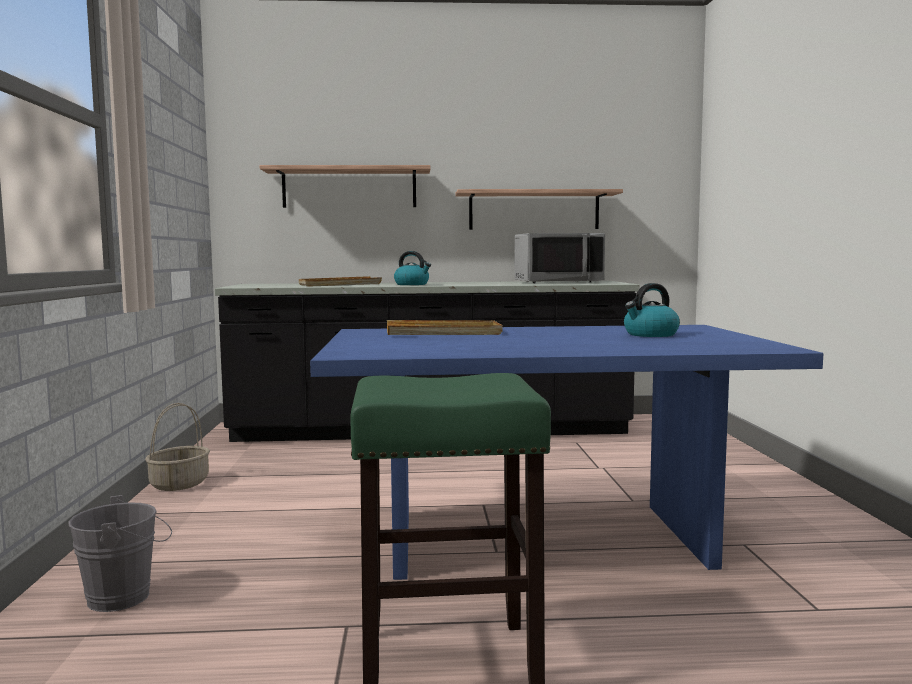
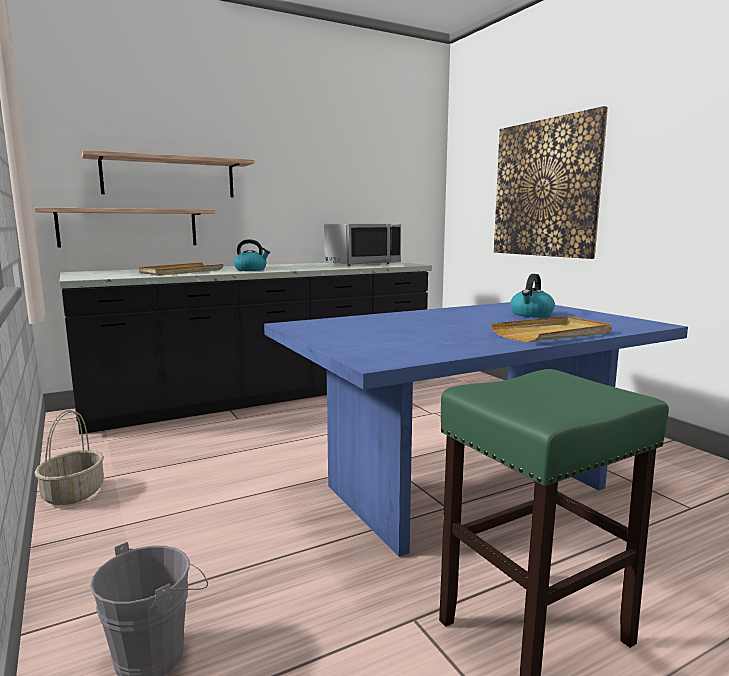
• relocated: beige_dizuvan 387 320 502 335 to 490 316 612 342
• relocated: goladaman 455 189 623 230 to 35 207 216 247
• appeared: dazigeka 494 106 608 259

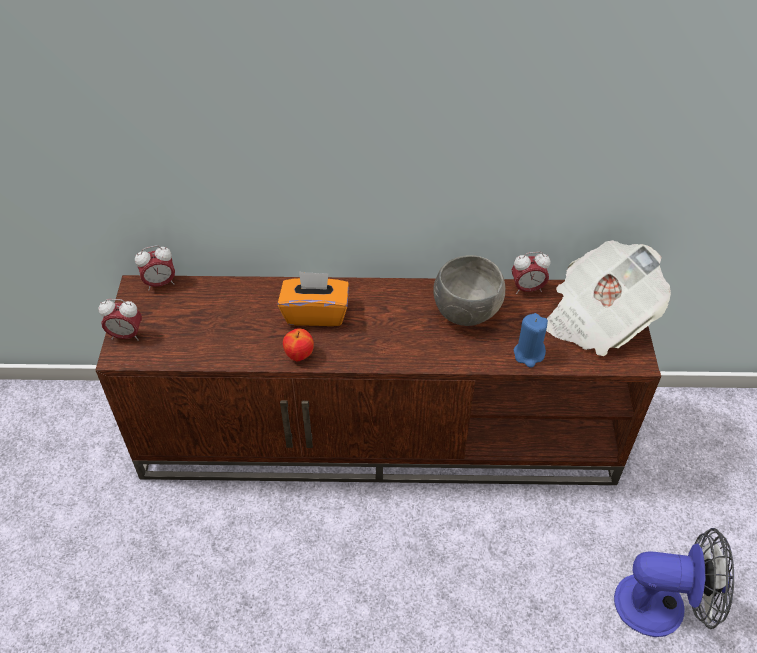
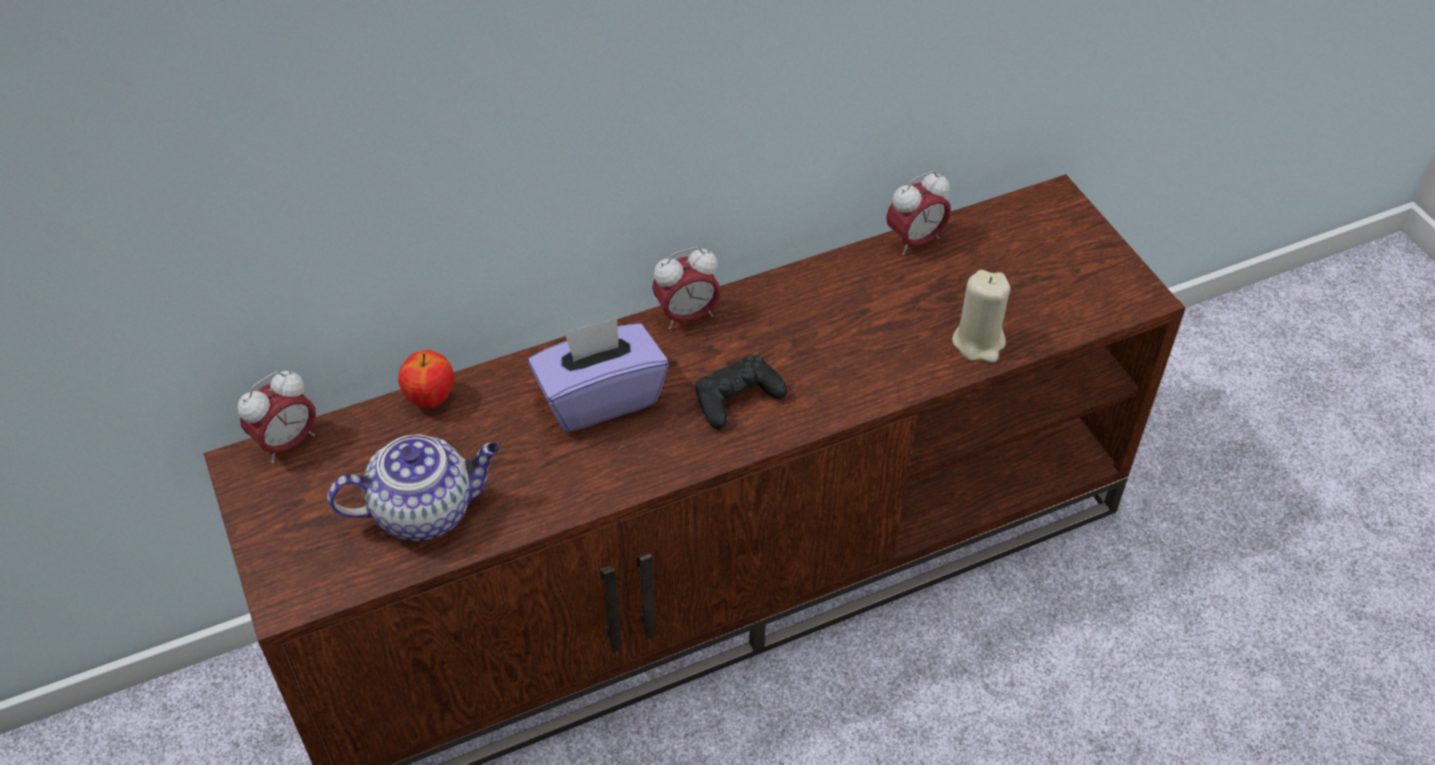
• relocated: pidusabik 98 299 142 341 to 652 247 721 329
• colour: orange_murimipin 278 271 349 326 to purple_murimipin 528 318 669 432
• relocated: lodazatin 283 328 314 361 to 398 350 454 409
• missing: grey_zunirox 433 255 505 326
• colour: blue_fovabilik 514 313 548 368 to beige_fovabilik 952 270 1011 363
• missing: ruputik 546 240 671 356
• missing: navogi 614 528 734 637
• appeared: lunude 327 435 500 541
• appeared: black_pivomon 695 355 787 429

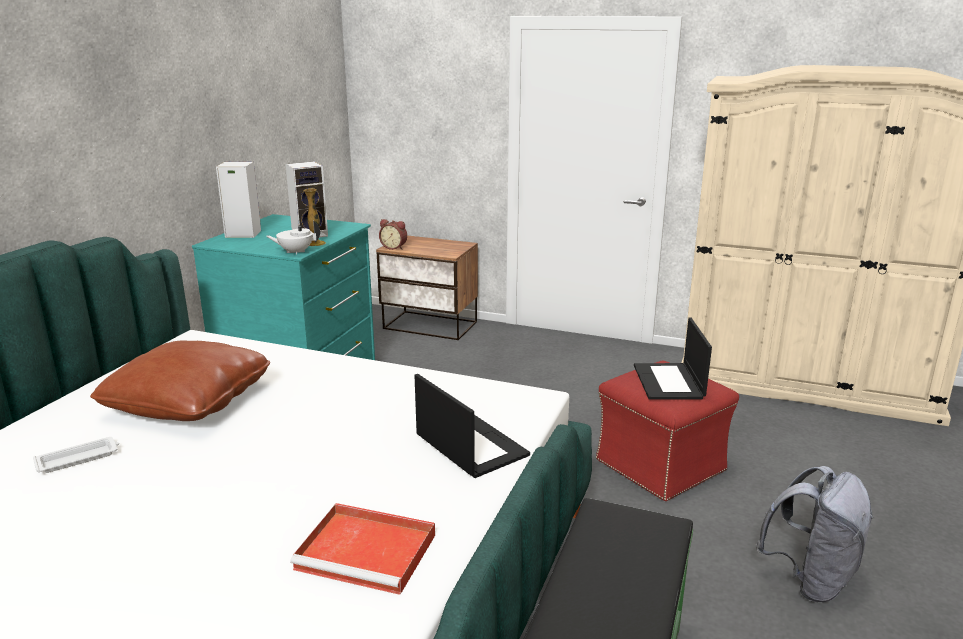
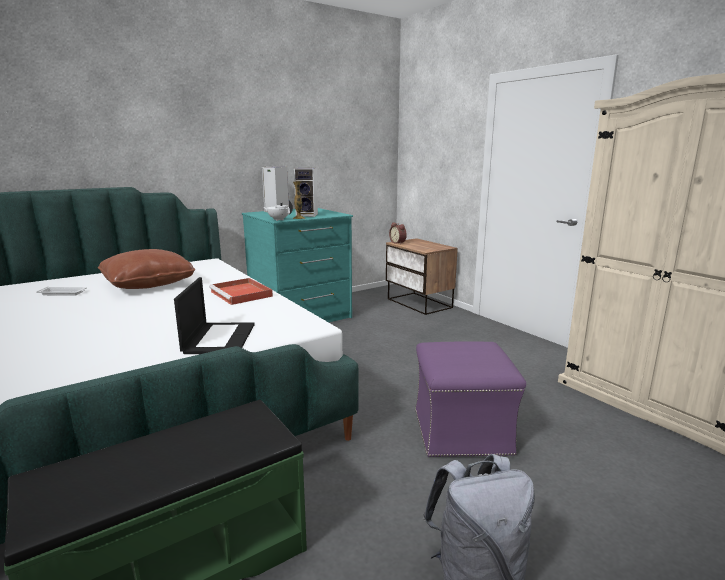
• relocated: red_dizuvan 291 503 435 595 to 209 278 273 305
• colour: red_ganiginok 596 361 739 501 to purple_ganiginok 415 341 526 457
• missing: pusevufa 634 317 712 400

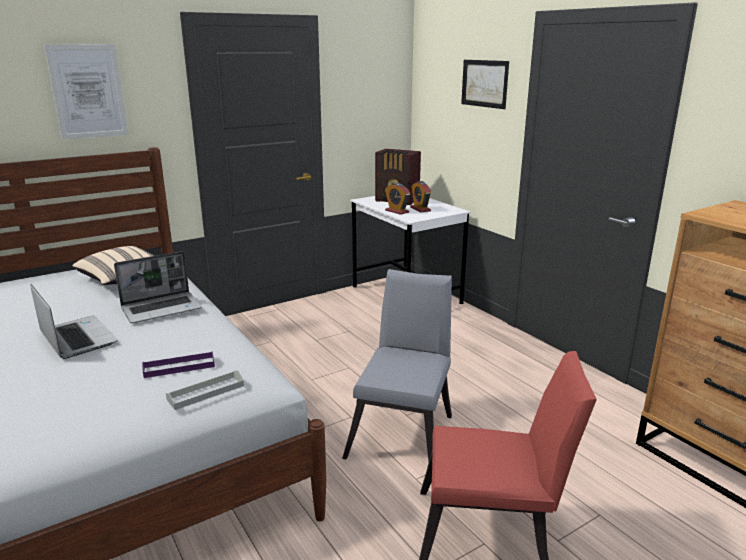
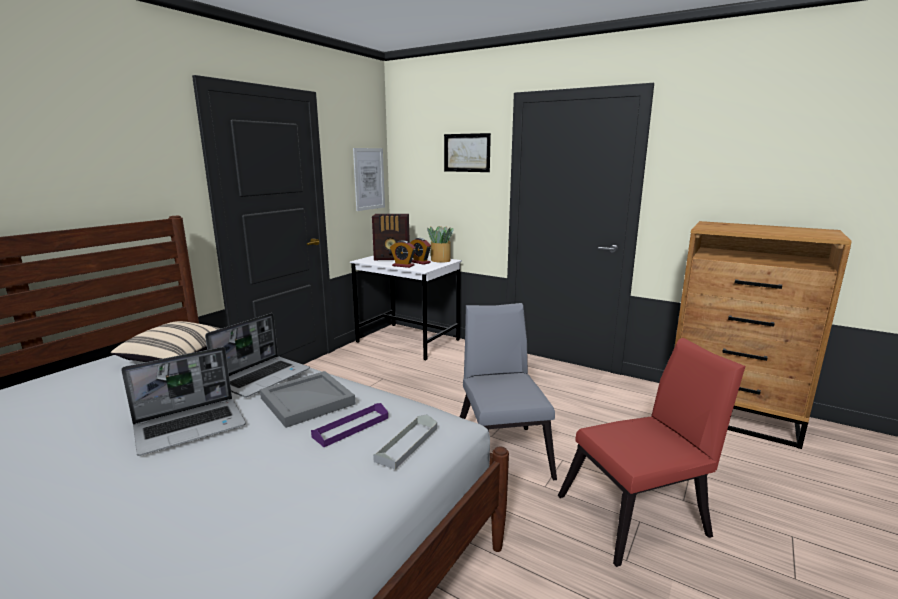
• spun: pusevufa 30 284 118 359 = 121 347 246 456 120 degrees clockwise
• relocated: dazigeka 44 44 128 140 to 353 148 385 211
• appeared: grey_dizuvan 260 371 356 428
• appeared: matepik 427 226 453 263

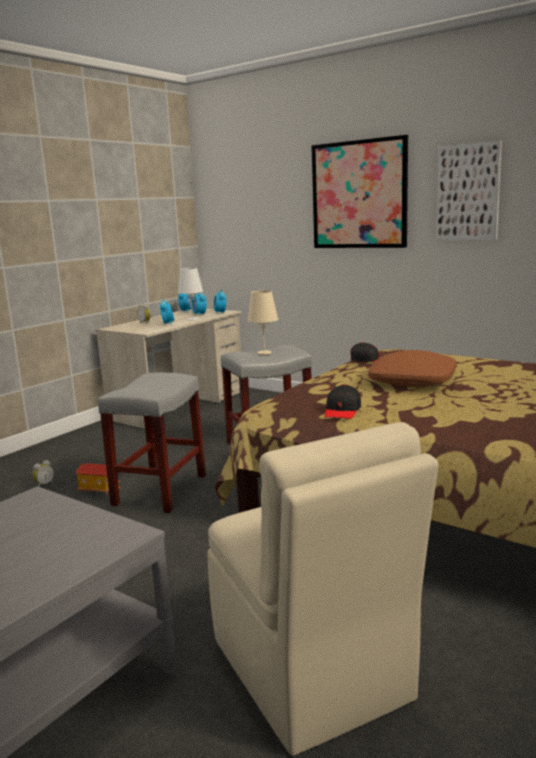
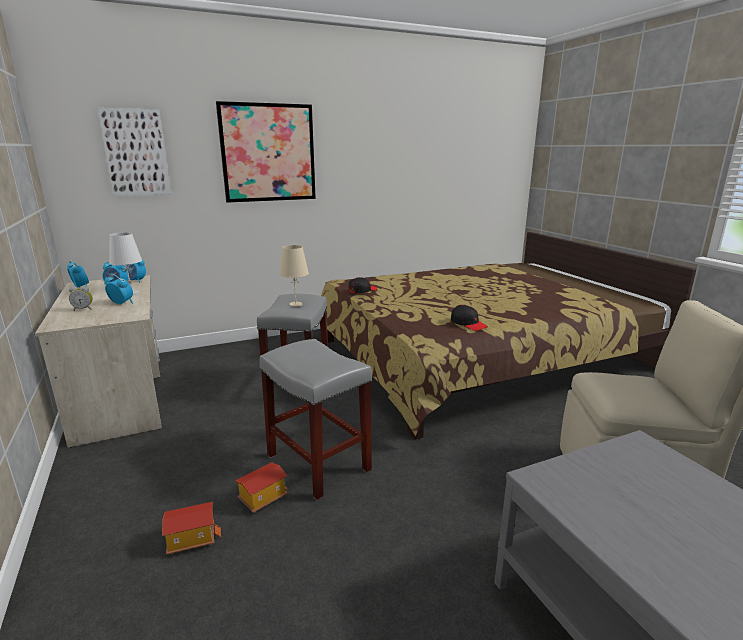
• exchanged: pidusabik 33 460 54 487 to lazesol 162 502 221 555
• missing: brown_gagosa 368 350 456 387
• relocated: dazigeka 436 141 502 240 to 97 108 171 196

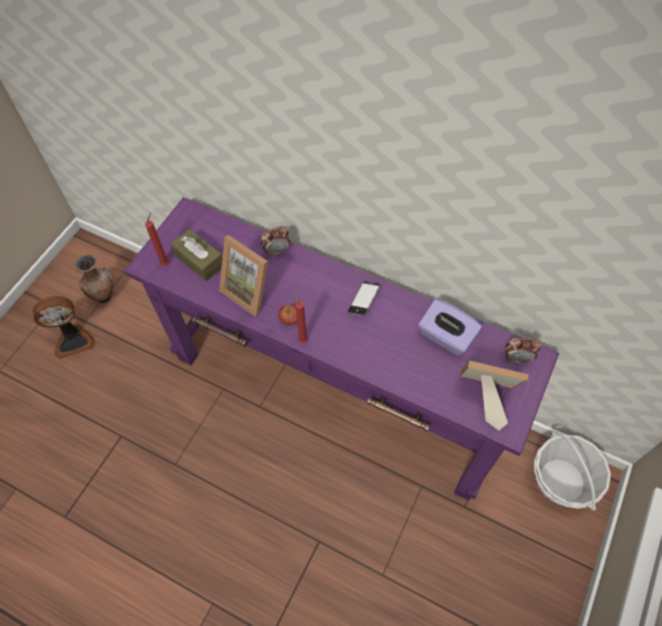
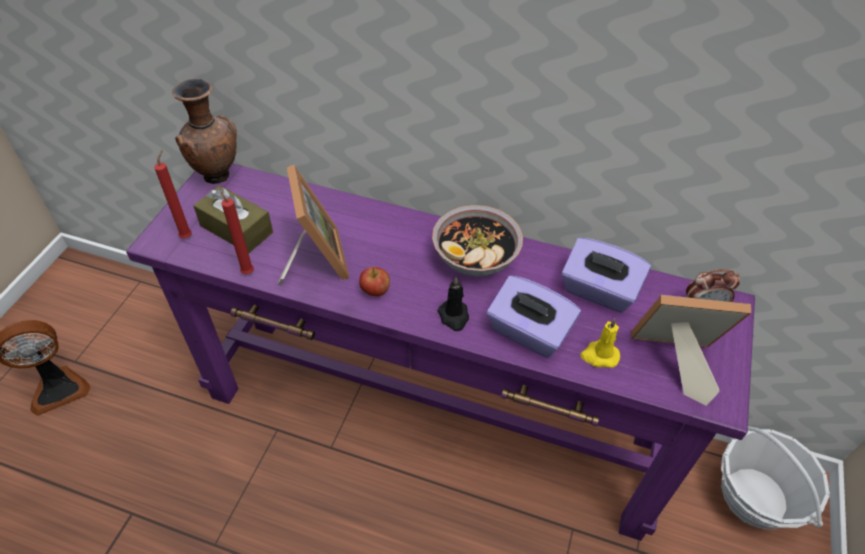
• relocated: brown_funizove 75 255 114 303 to 172 78 237 184
• spun: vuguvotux 219 235 268 317 = 277 165 349 285 135 degrees counterclockwise
• missing: pidusabik 261 226 290 257
• relocated: red_fovabilik 295 294 308 343 to 219 186 254 274
• exchanged: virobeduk 348 281 381 316 to zunirox 432 205 523 277
• appeared: black_fovabilik 437 277 469 331
• appeared: purple_murimipin 487 275 581 358
• appeared: yellow_fovabilik 580 318 620 368

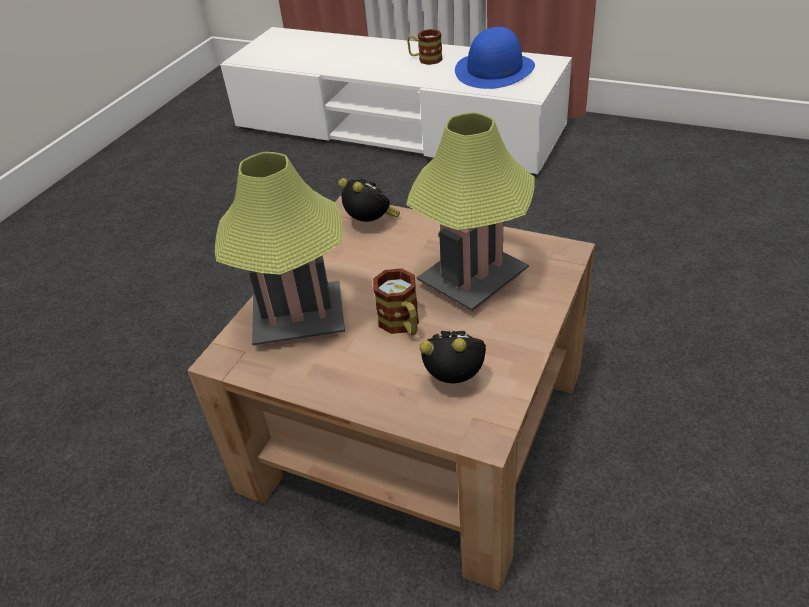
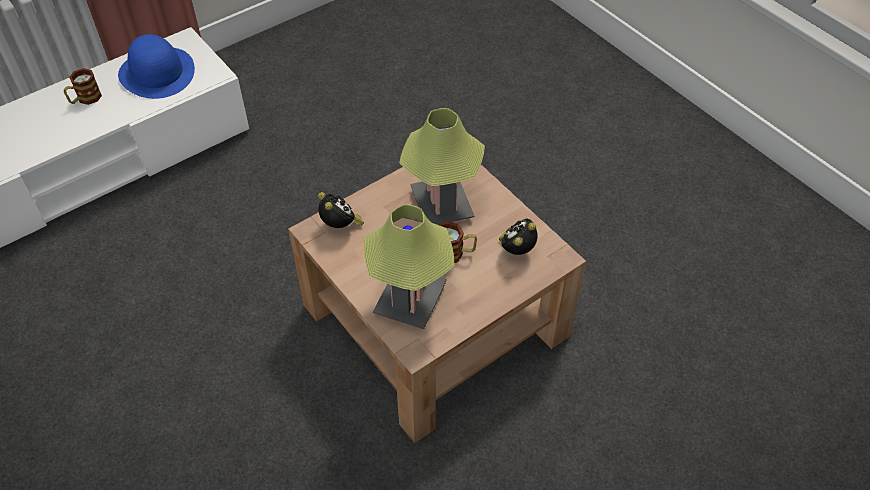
• spun: pidusabik 338 178 400 222 = 318 192 364 228 75 degrees clockwise

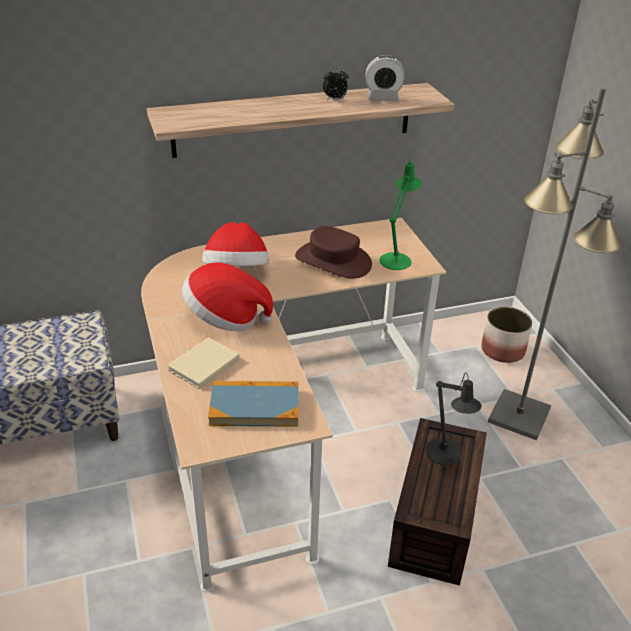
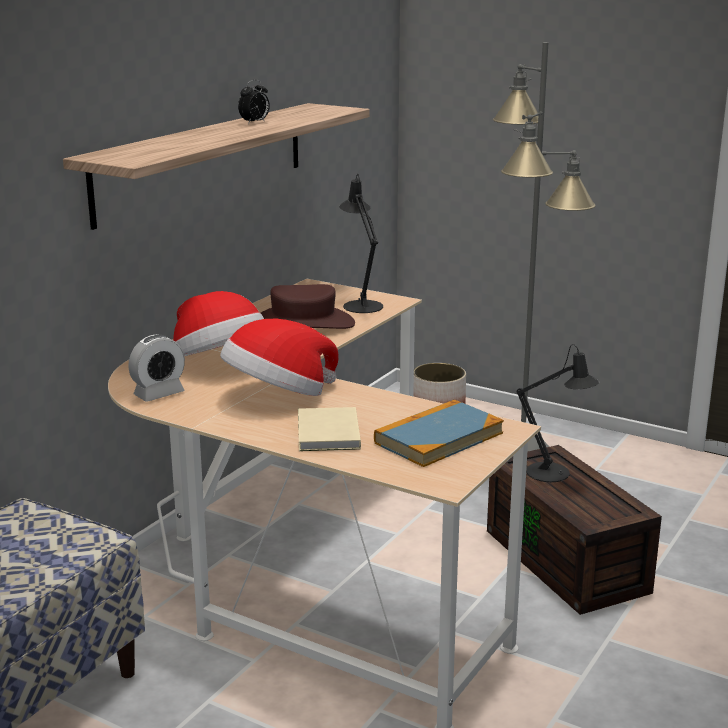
• relocated: pidusabik 365 55 405 101 to 128 334 185 402
• colour: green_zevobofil 379 160 422 270 to black_zevobofil 339 174 383 313

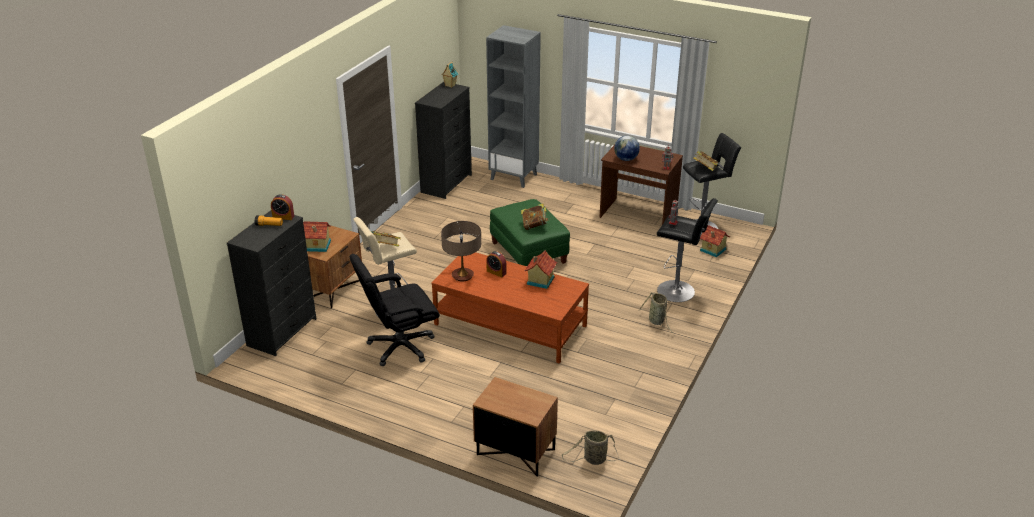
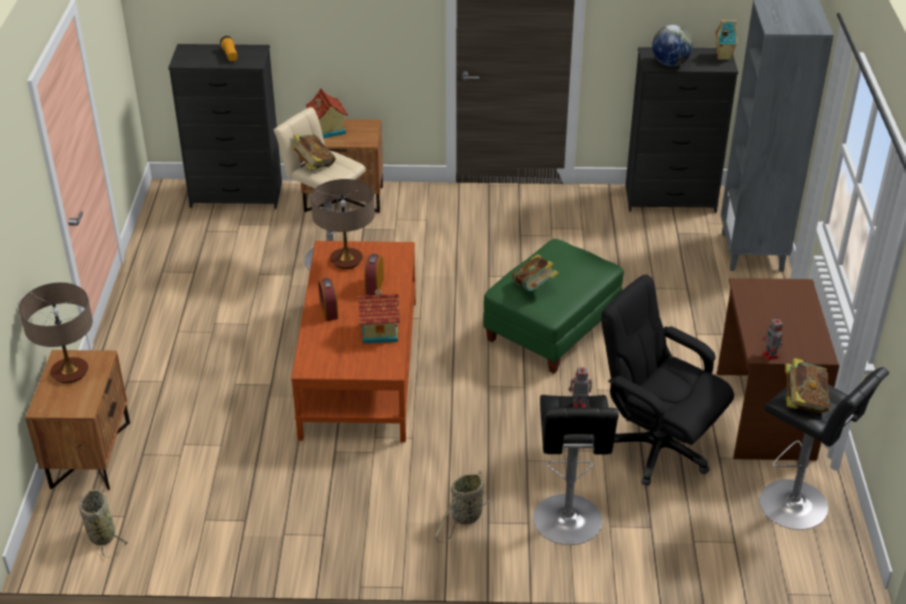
• relocated: pidusabik 271 194 294 220 to 318 278 338 321
• relocated: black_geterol 350 254 440 366 to 601 274 734 486
• relocated: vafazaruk 614 135 640 161 to 652 25 693 66
• missing: lazesol 700 225 730 257
• appeared: zevobofil 19 282 93 383

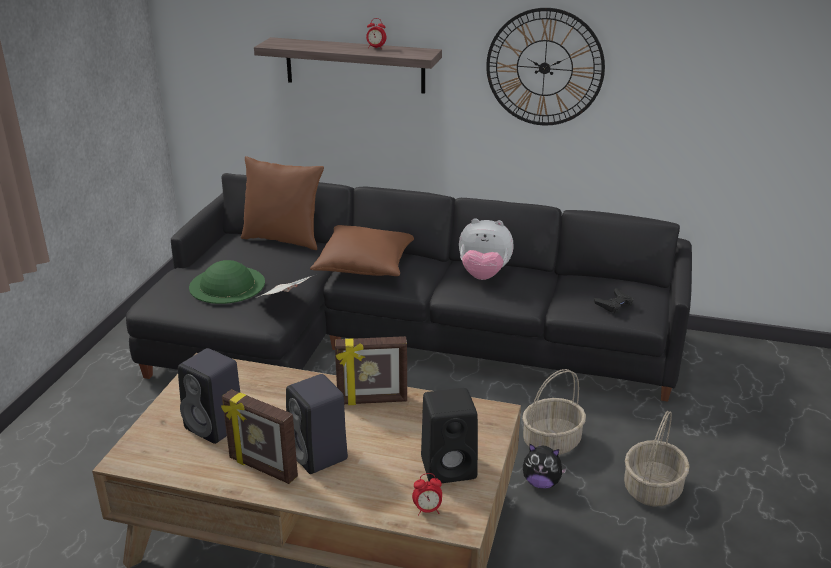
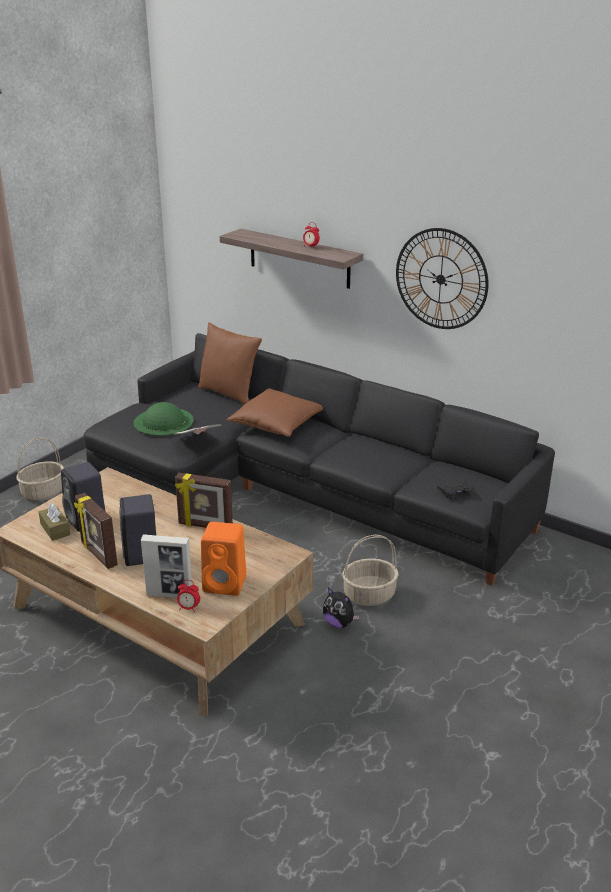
• colour: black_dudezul 421 388 478 483 to orange_dudezul 201 522 246 596
• missing: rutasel 459 218 514 280
• relocated: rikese 624 411 690 506 to 16 437 64 500
• appeared: brown_murimipin 39 503 70 541
• appeared: vuguvotux 141 534 192 598

